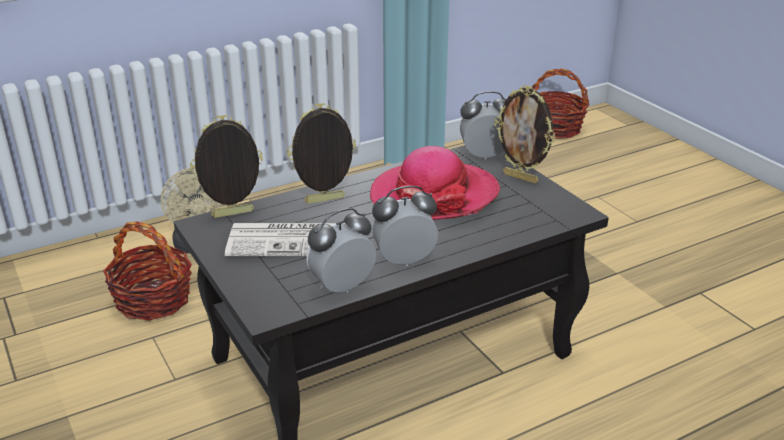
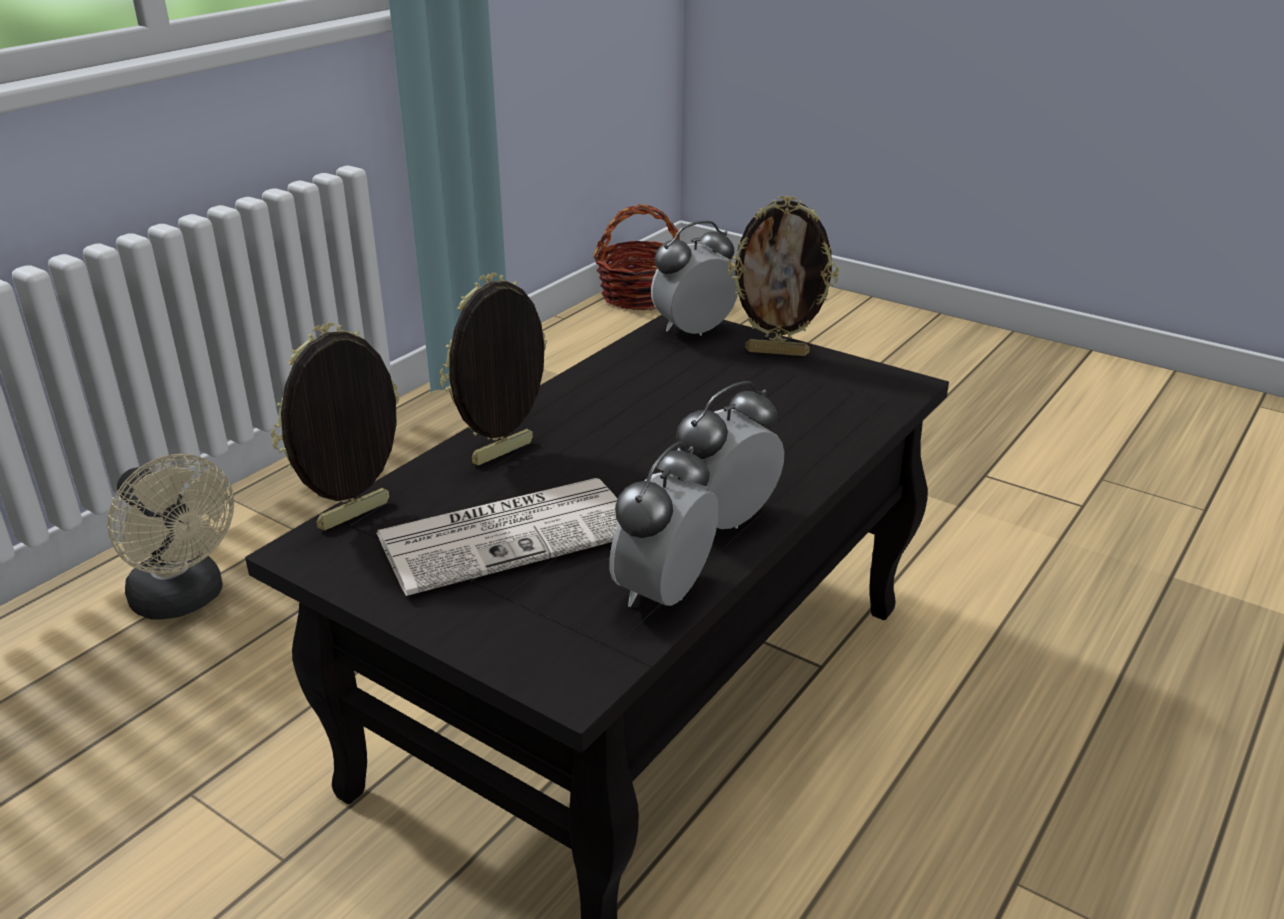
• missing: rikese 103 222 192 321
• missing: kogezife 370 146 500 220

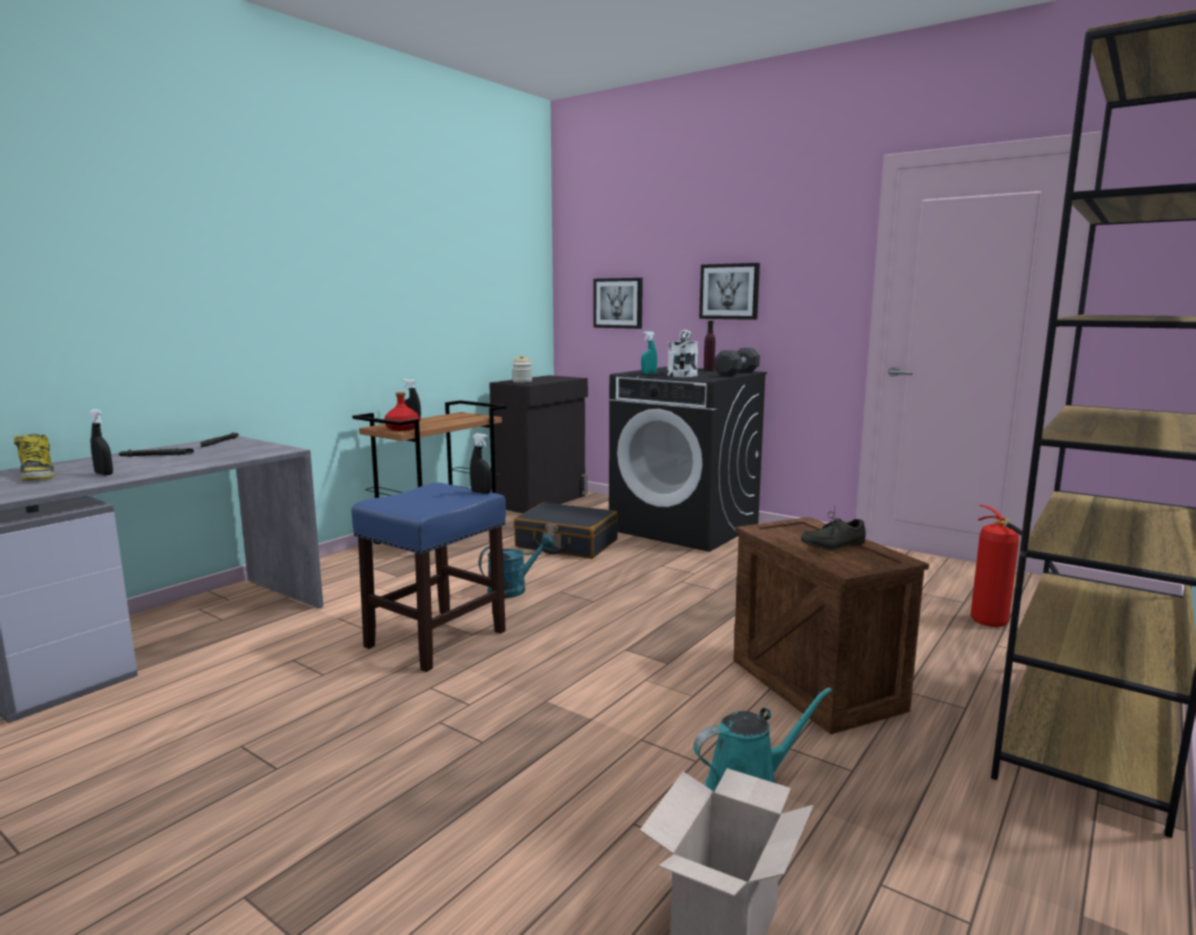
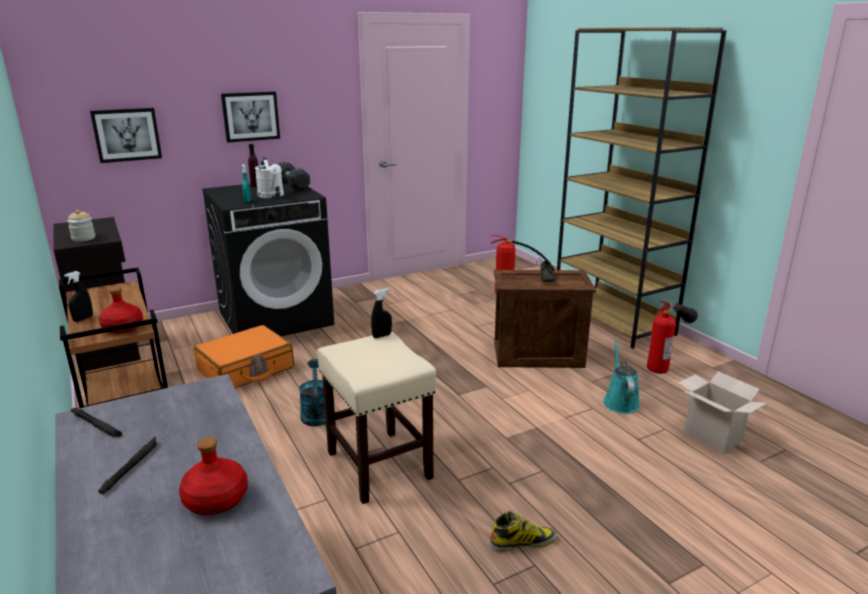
• relocated: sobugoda 14 434 55 481 to 490 511 557 552
• exchanged: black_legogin 89 409 113 475 to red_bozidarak 179 437 248 515
• colour: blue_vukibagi 351 482 506 672 to beige_vukibagi 317 331 436 504
• colour: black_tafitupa 514 502 618 559 to orange_tafitupa 193 325 294 388
• spun: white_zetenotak 667 330 698 377 = 255 157 284 198 150 degrees counterclockwise
• appeared: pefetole 647 301 698 374

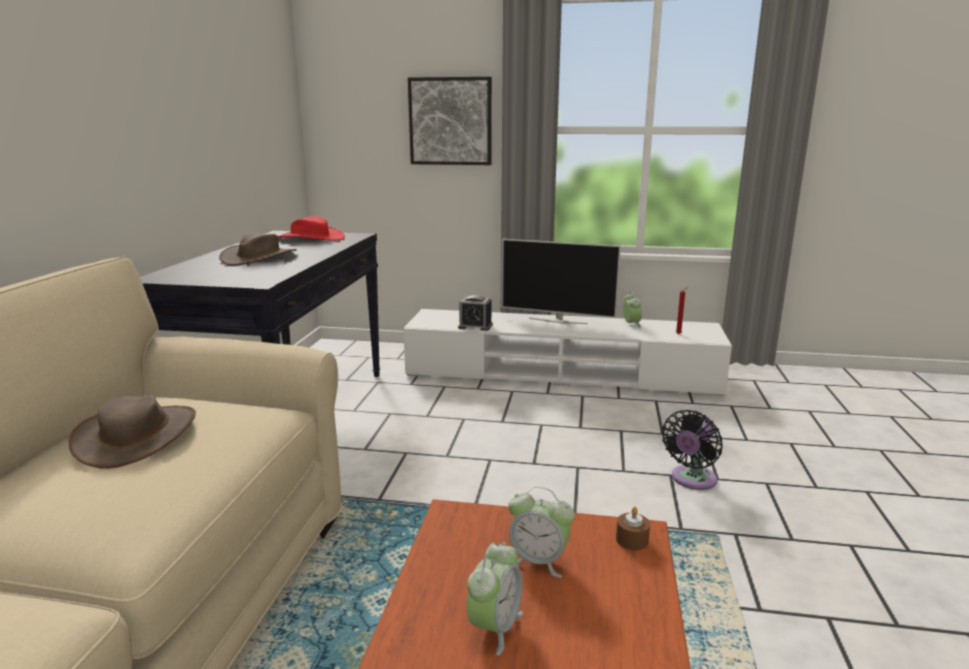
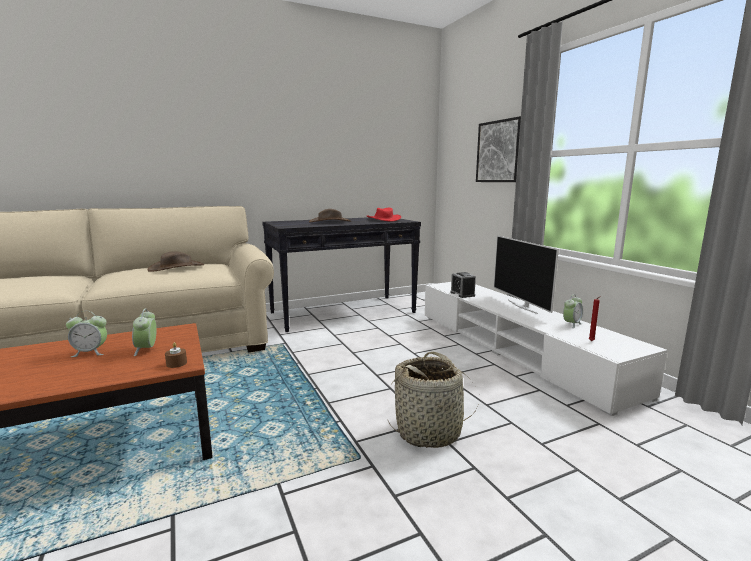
• exchanged: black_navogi 662 410 723 490 to rikese 387 352 480 448

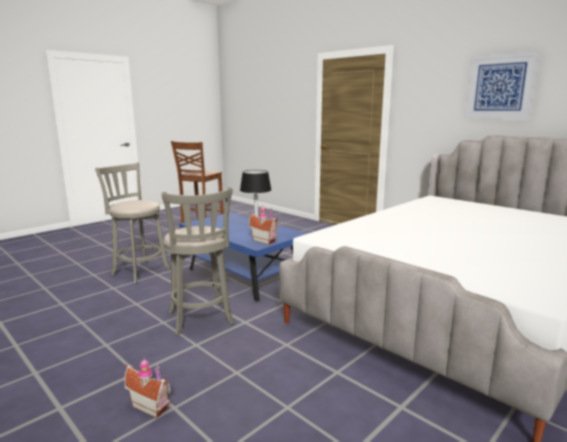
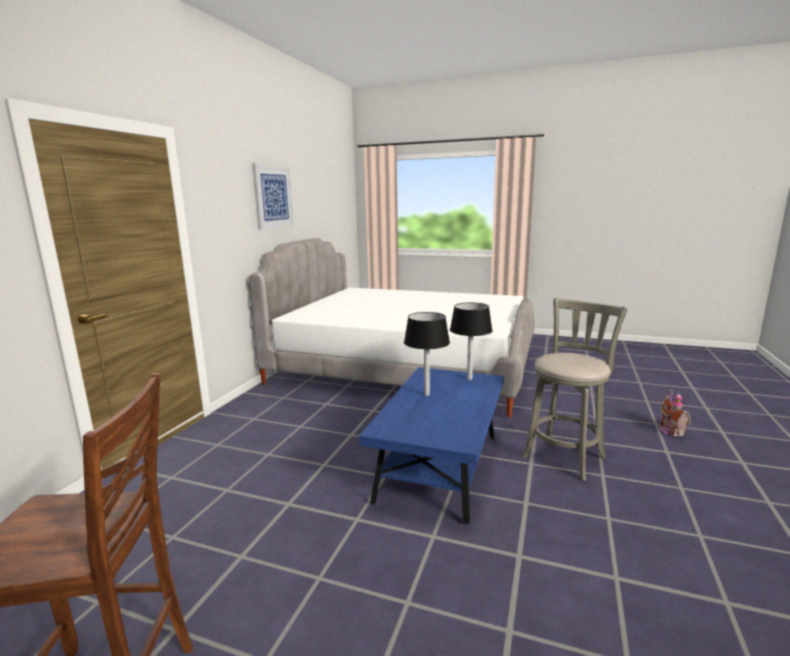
• missing: grey_vukibagi 95 162 171 284
• exchanged: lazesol 249 206 278 245 to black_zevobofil 450 302 493 380

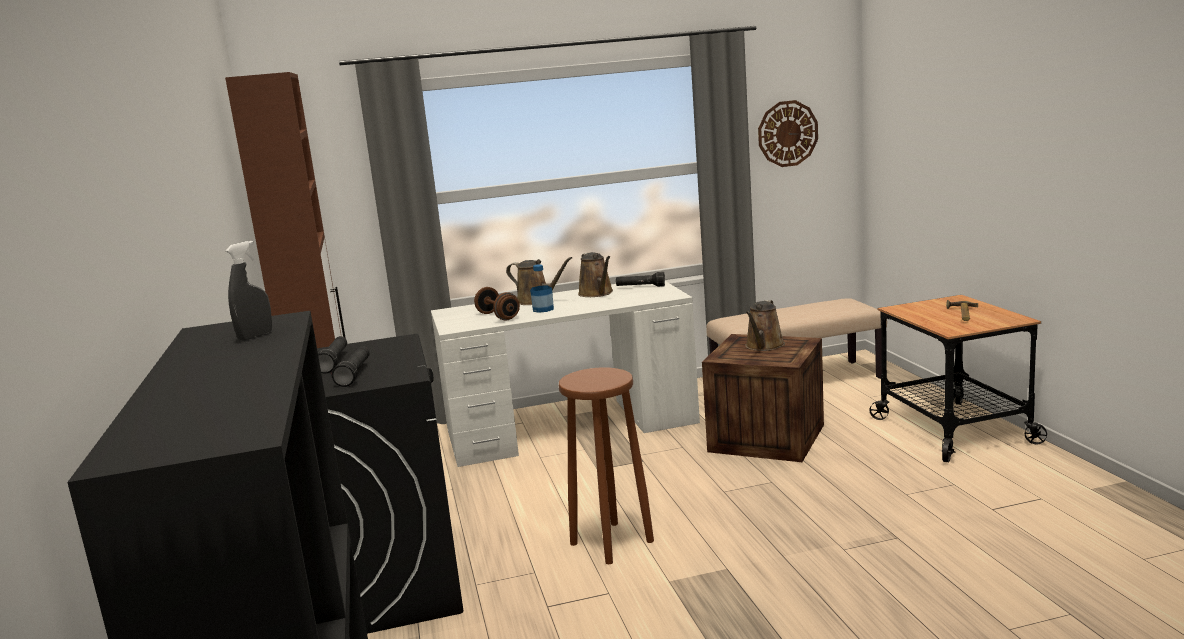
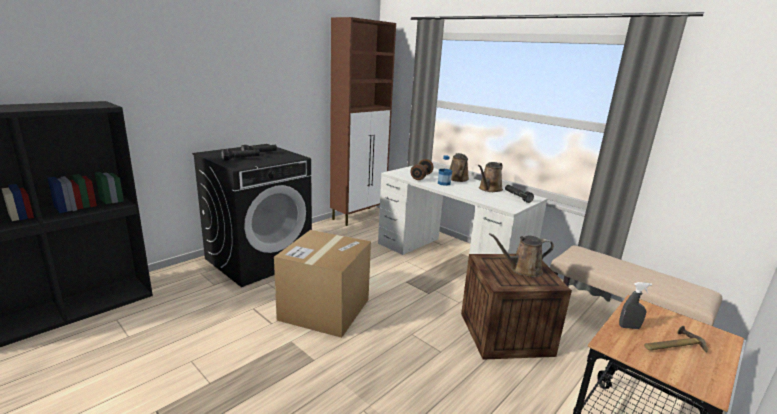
• relocated: grey_legogin 225 241 272 341 to 619 282 652 329
• exchanged: brown_vukibagi 559 367 654 564 to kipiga 274 230 371 338
• missing: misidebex 758 100 818 167

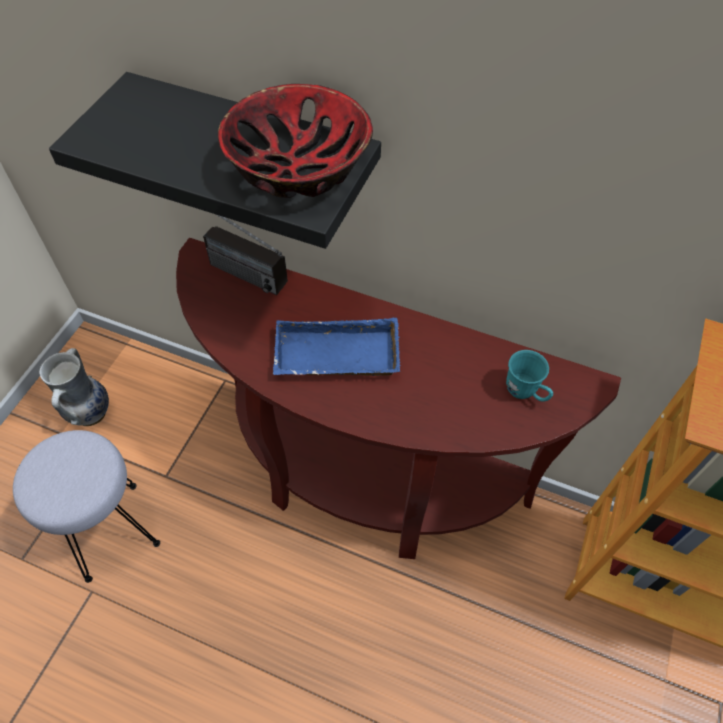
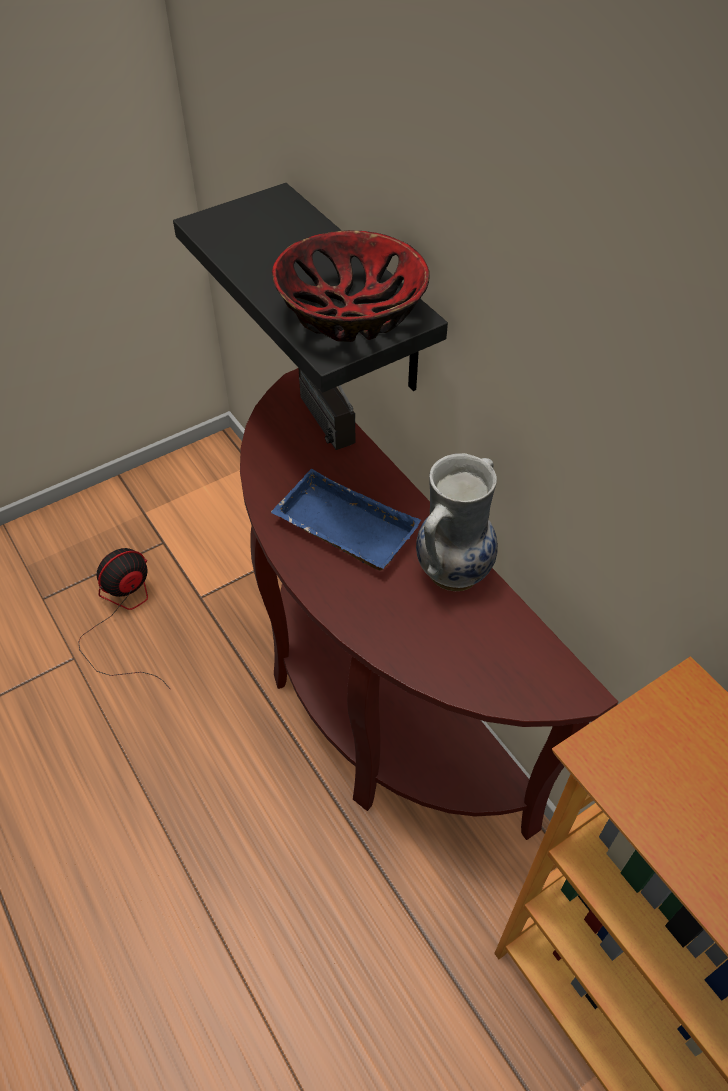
• exchanged: grey_vukibagi 13 430 160 583 to navogi 78 548 171 690
• relocated: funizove 39 348 109 426 to 416 453 498 591
• missing: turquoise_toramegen 506 350 553 402

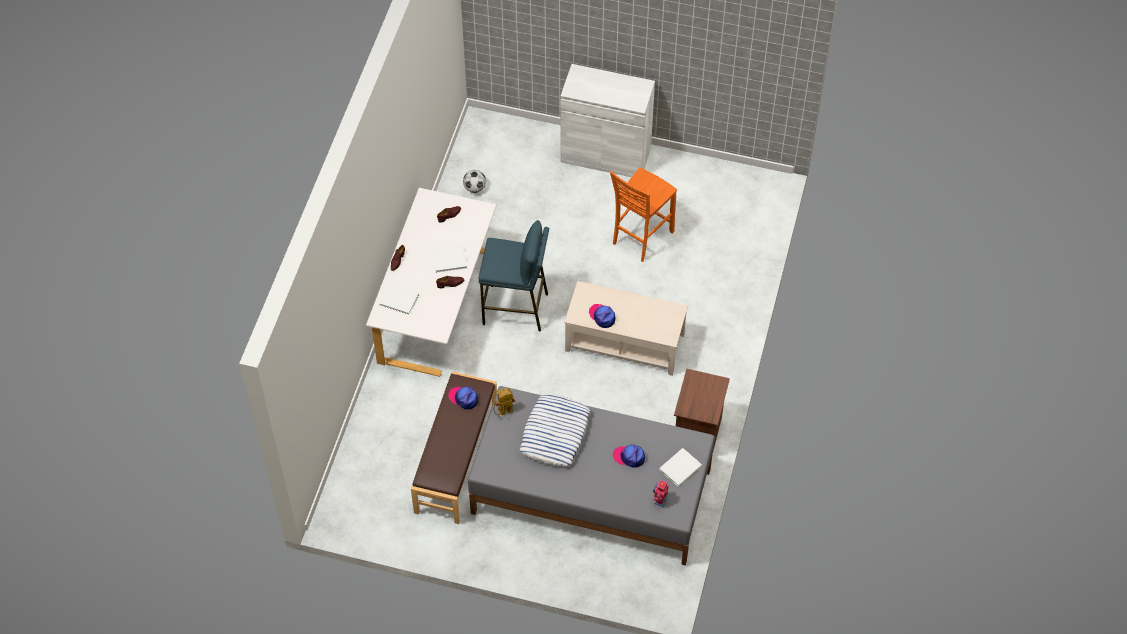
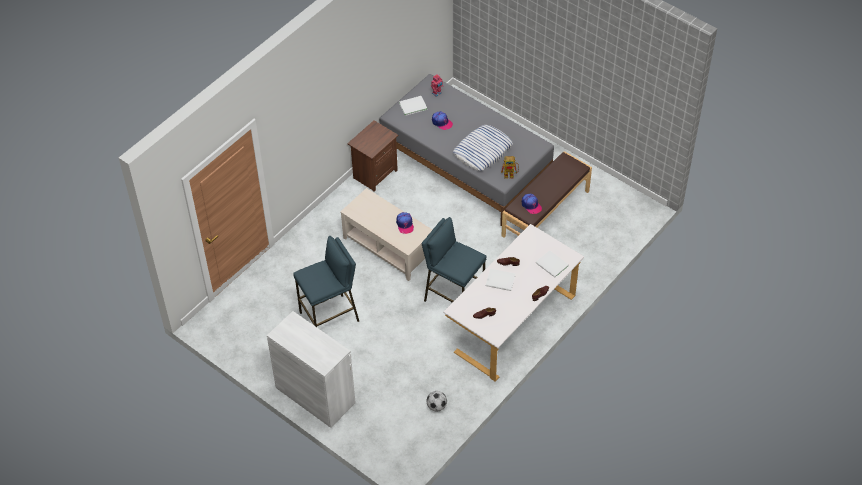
• exchanged: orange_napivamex 610 168 677 262 to blue_vukibagi 293 236 359 327

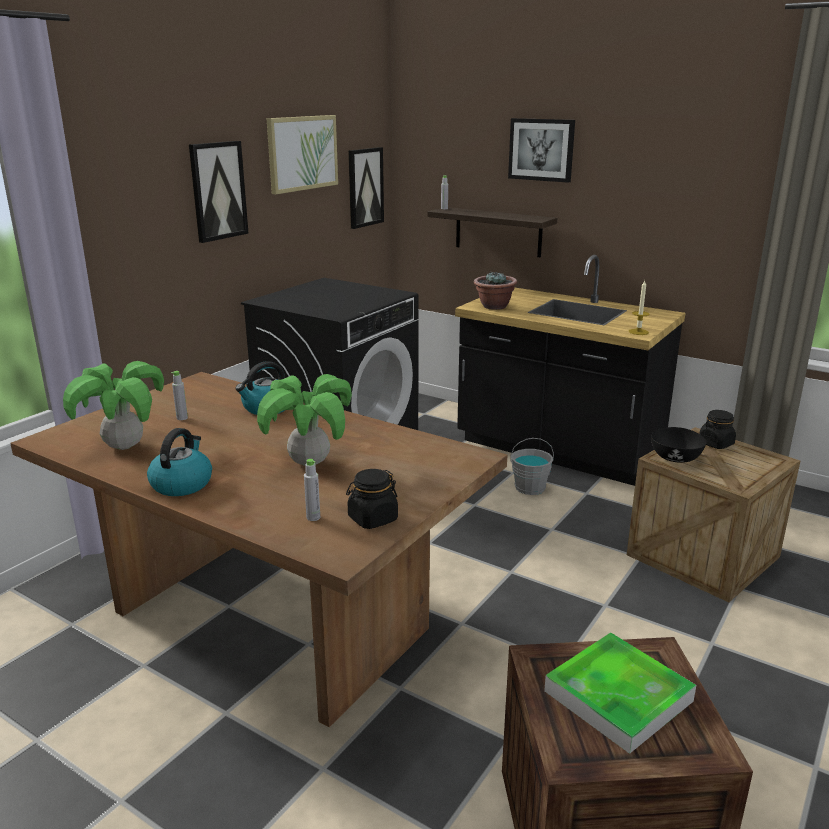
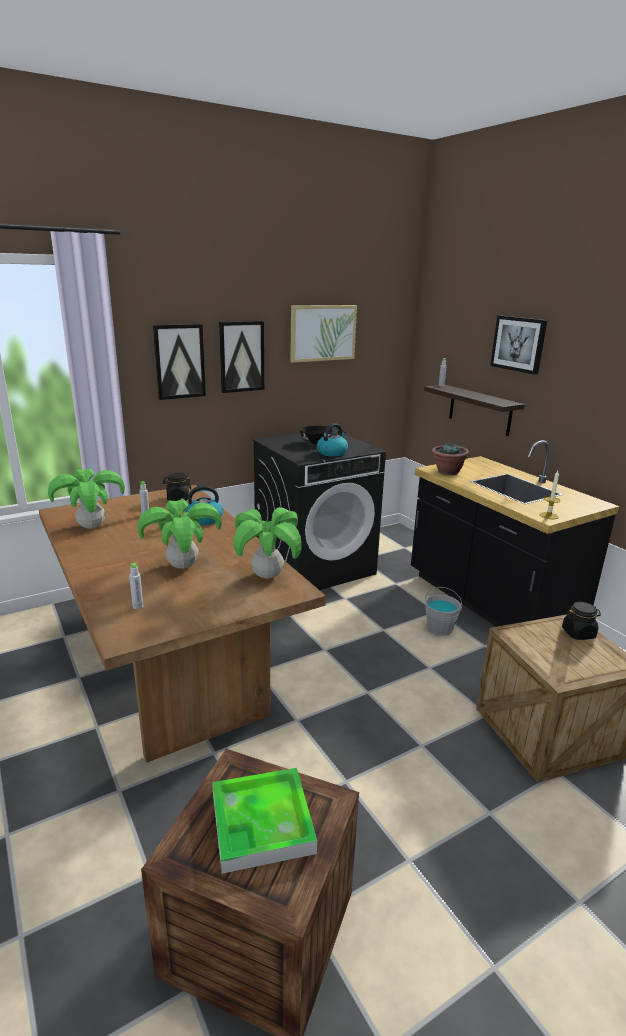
• relocated: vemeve 147 428 212 496 to 317 423 348 457
• relocated: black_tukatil 346 469 398 529 to 163 473 191 501
• relocated: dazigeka 348 147 384 229 to 153 324 206 400
• relocated: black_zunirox 651 427 707 463 to 300 426 333 444
• appeared: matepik 234 507 302 579

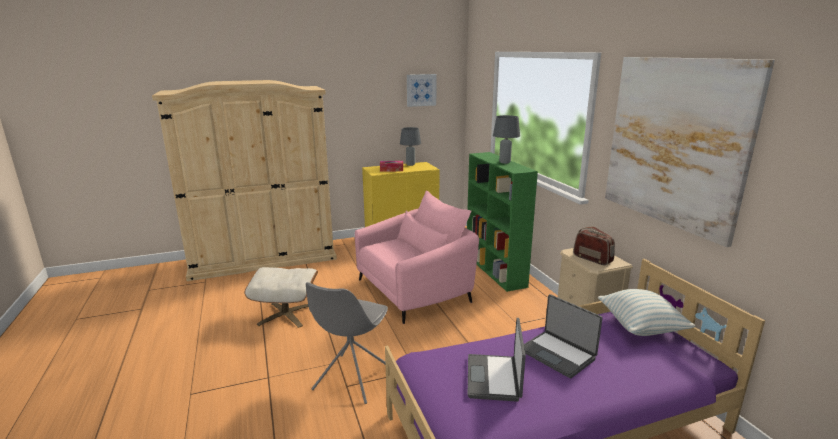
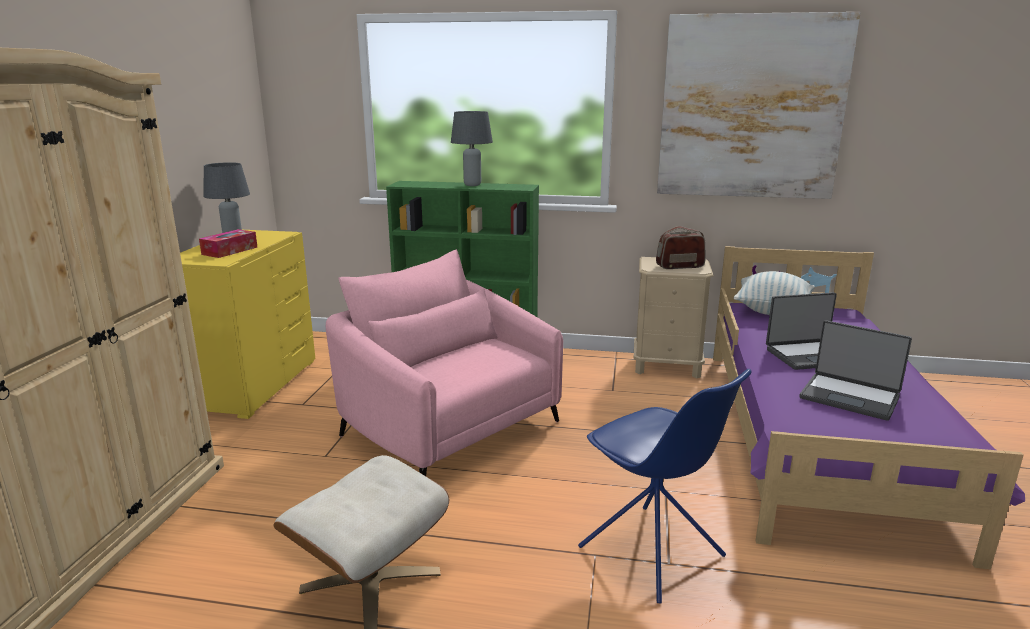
• colour: grey_napivamex 306 282 388 404 to blue_napivamex 578 369 751 603
• spun: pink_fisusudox 355 190 479 324 = 326 249 563 476 45 degrees counterclockwise
• missing: dazigeka 407 74 437 107

